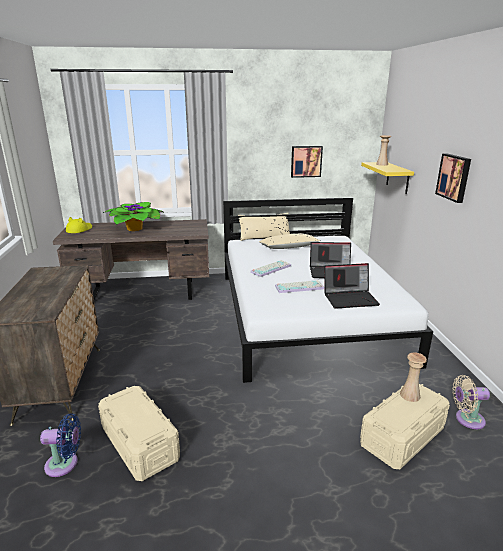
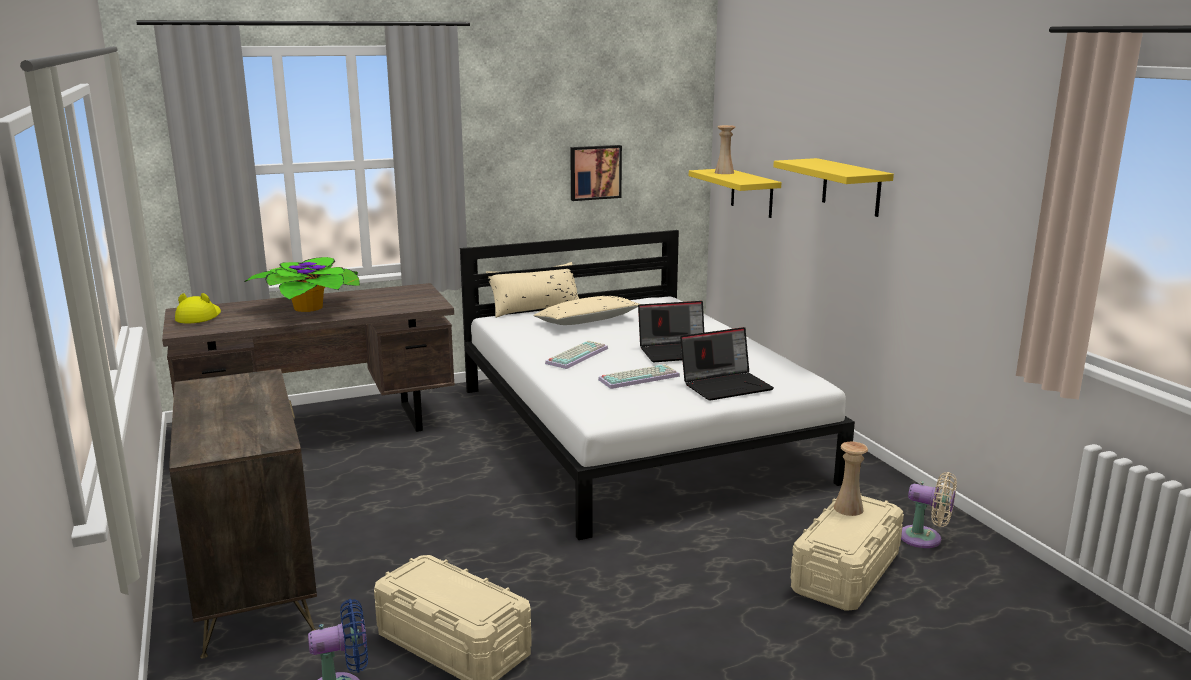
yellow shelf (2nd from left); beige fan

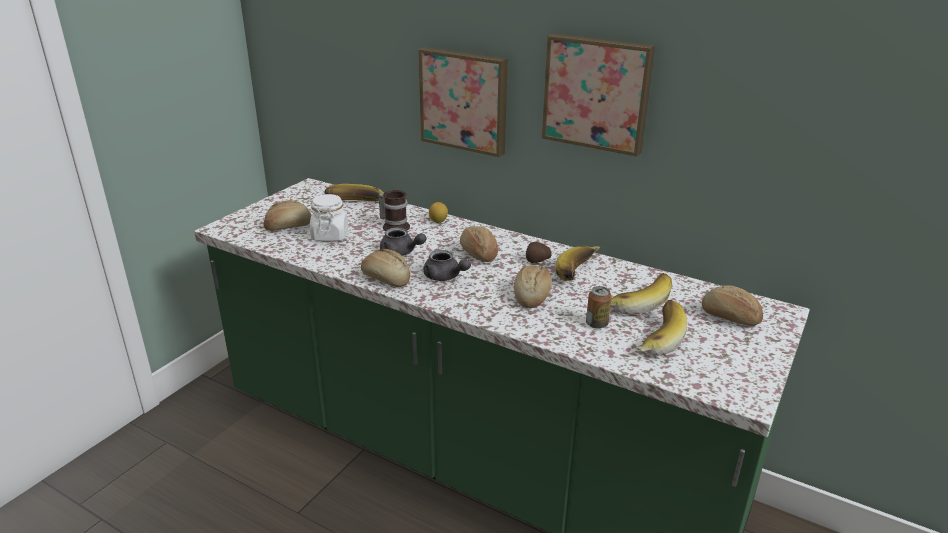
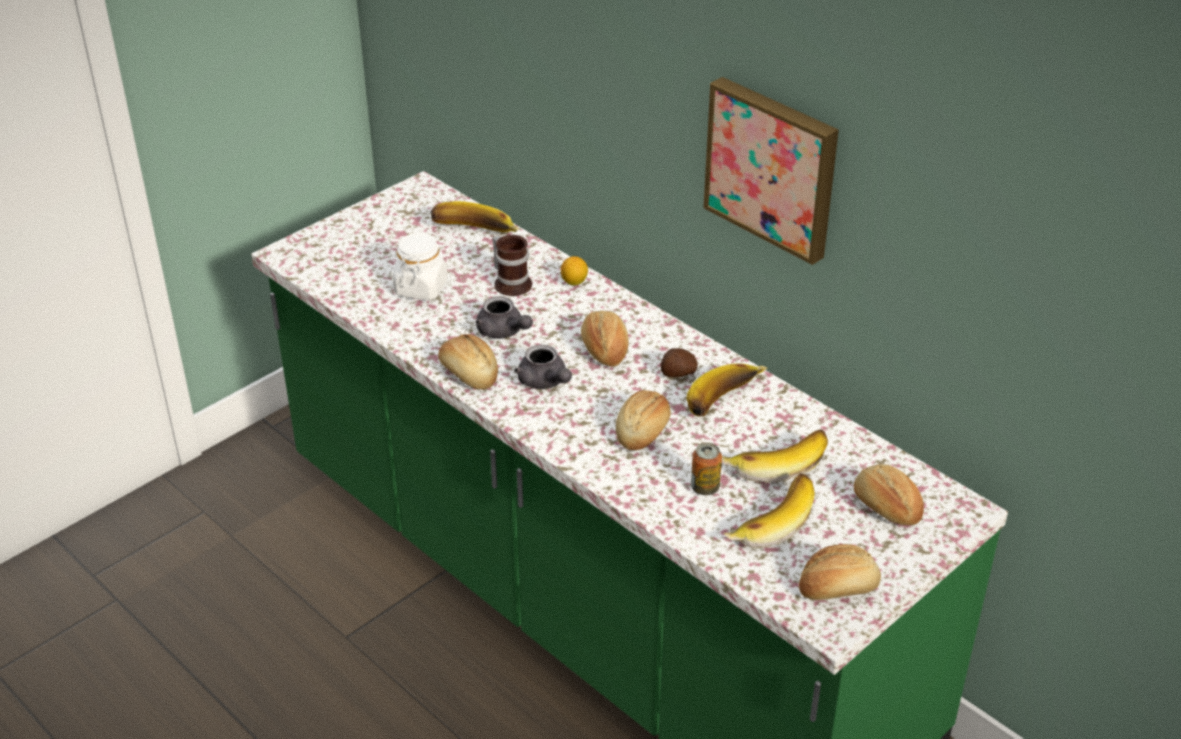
picture (1st from left in the first image); bread (4th from left)

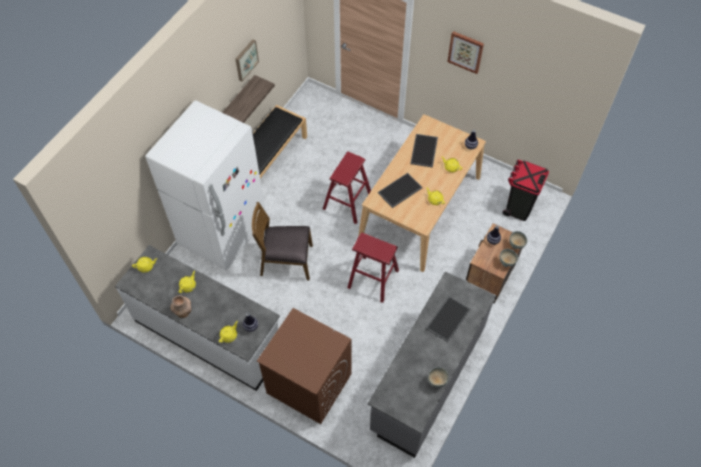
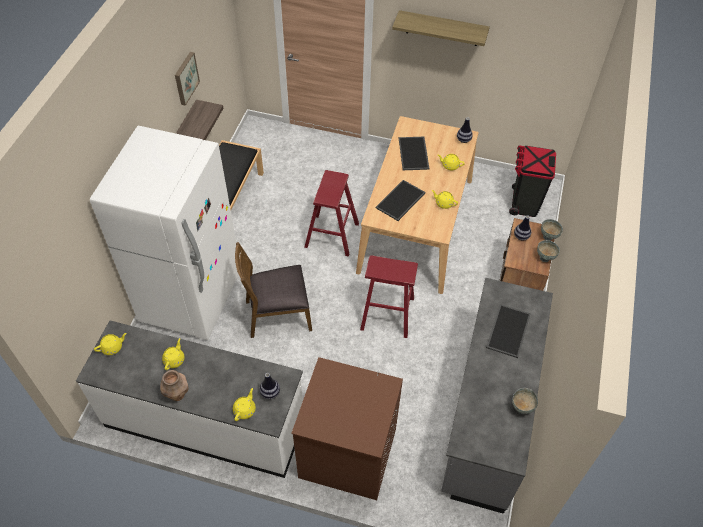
shelf (2nd from left)

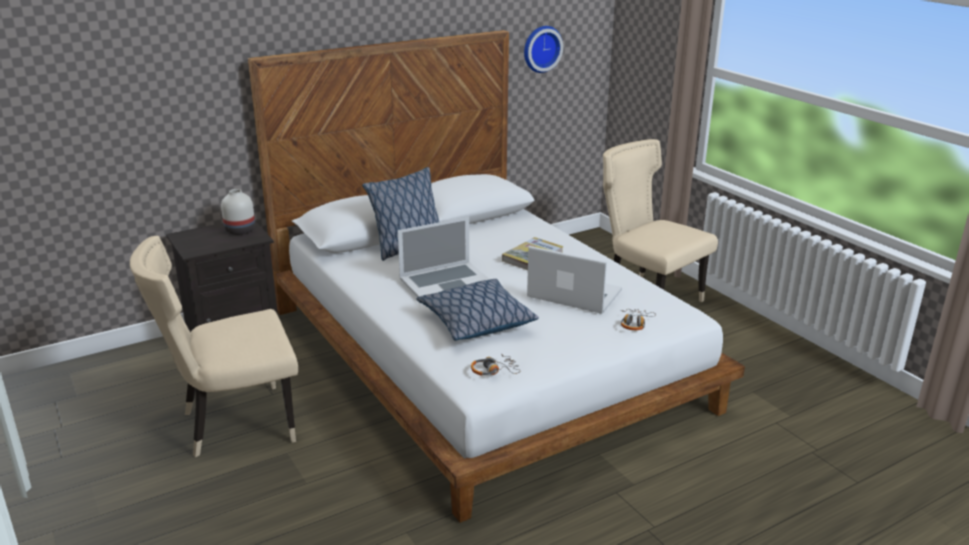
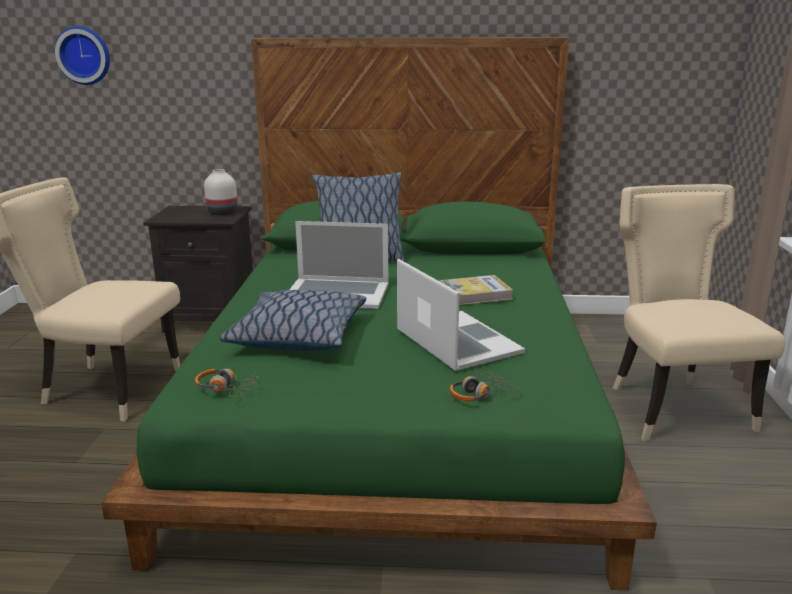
wall clock; green bed

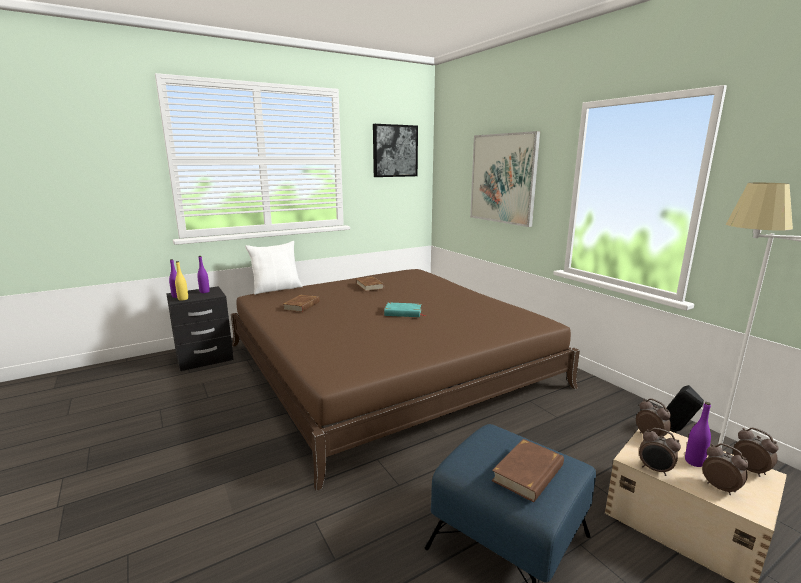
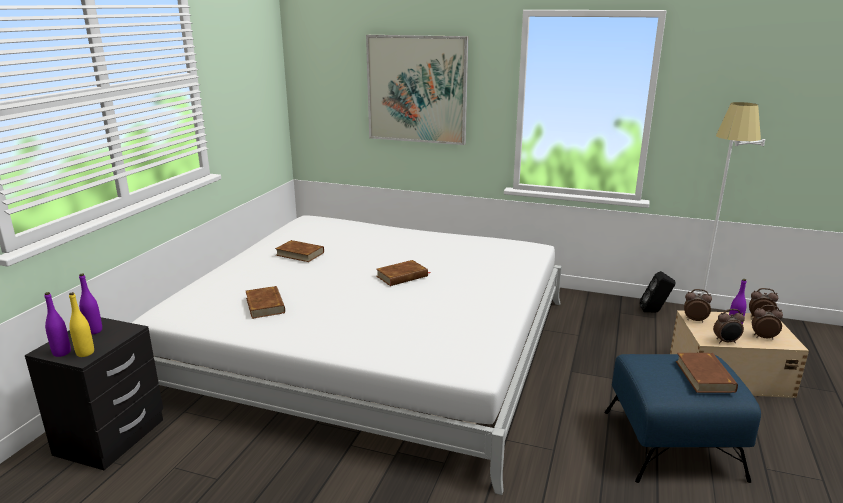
white pillow; picture (1st from left in the first image); white bed; brown book (3rd from left)

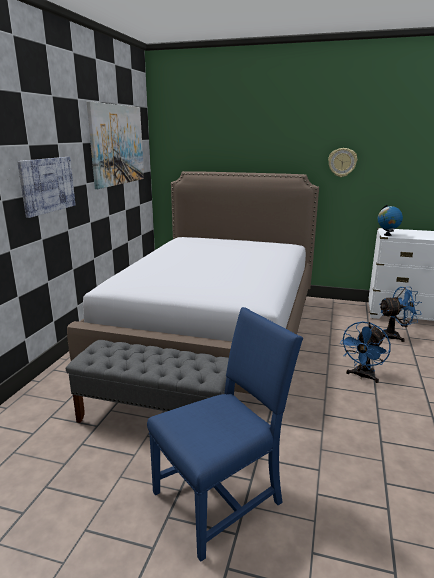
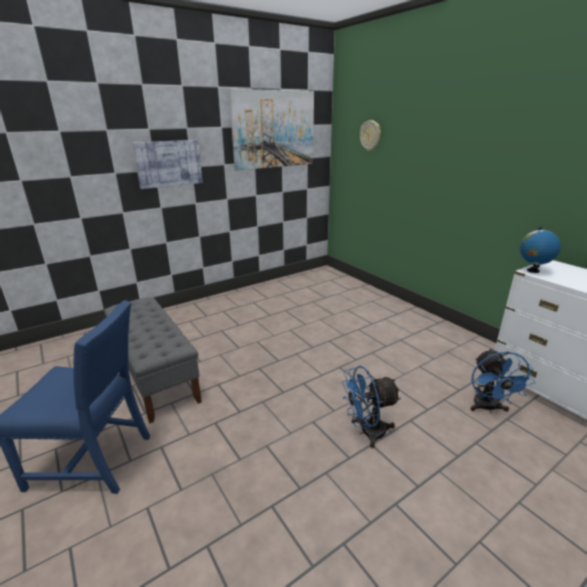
bed; wall clock; blue fan (2nd from left)

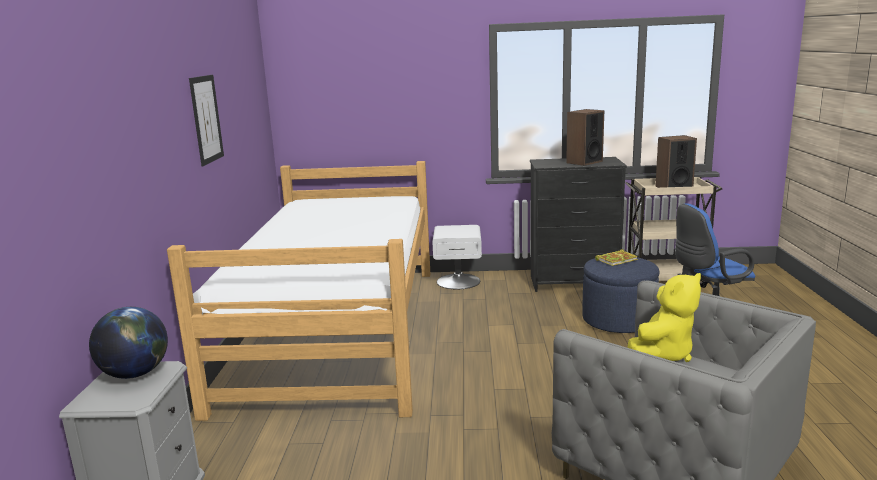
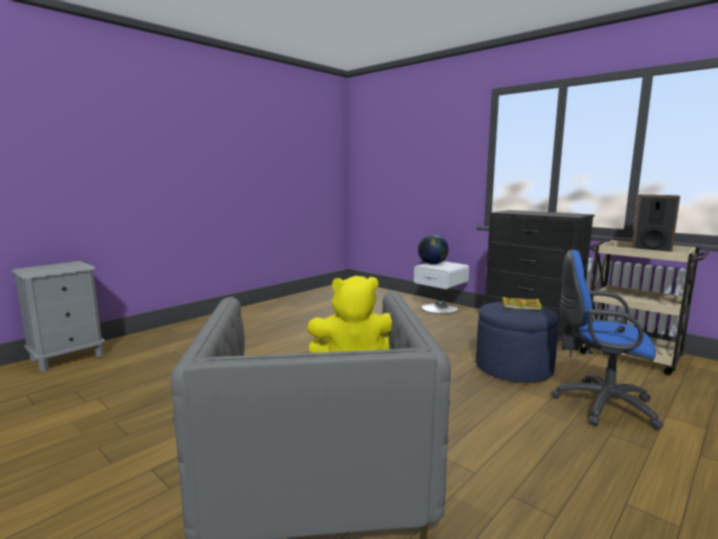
bed; picture; speaker (1st from left in the first image); globe

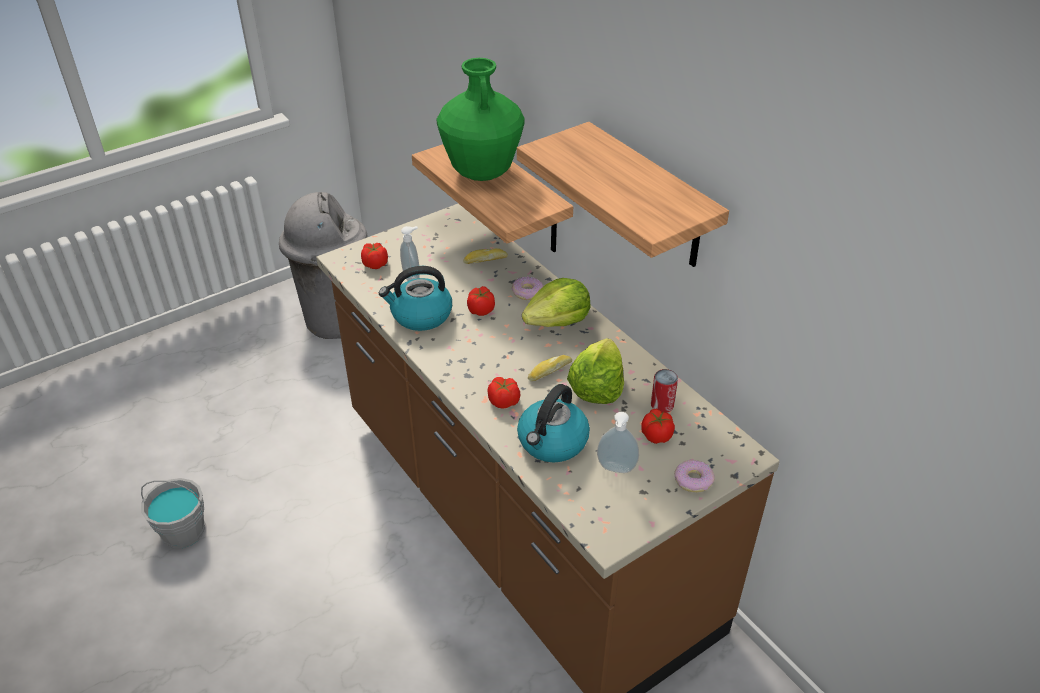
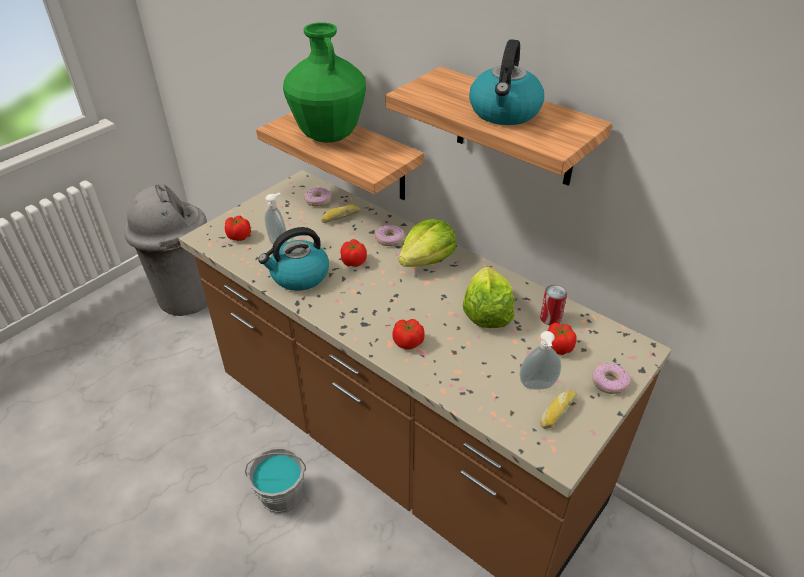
donut (1st from left); grey bucket; kettle (2nd from left); bread (2nd from left)

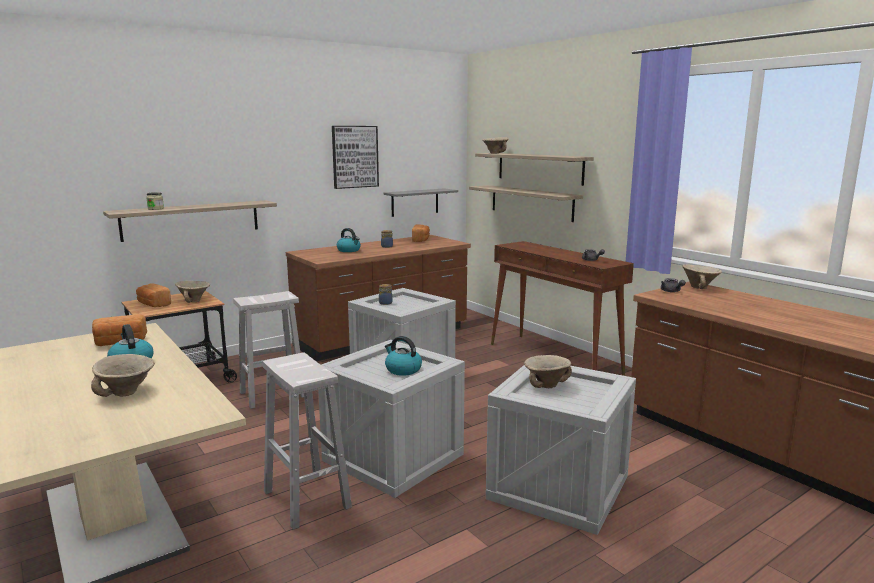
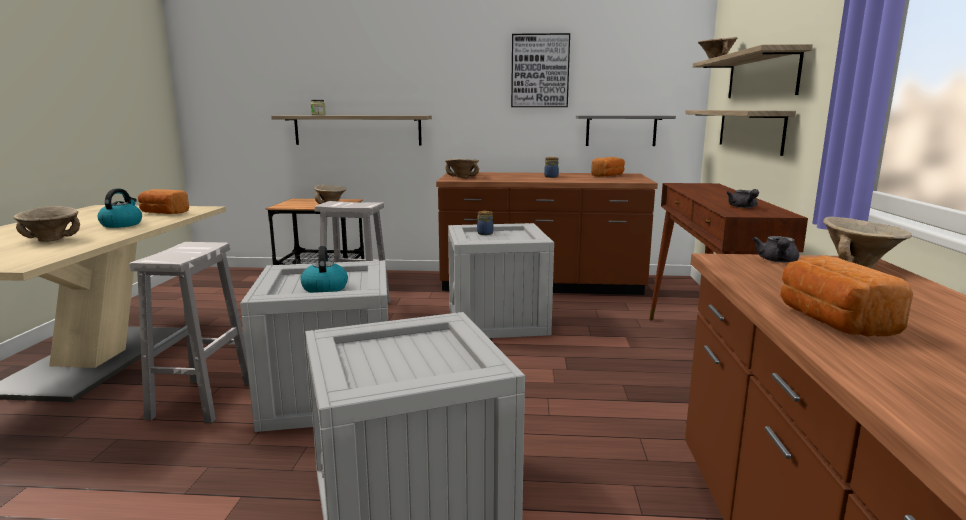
kettle (2nd from left in the first image); bread (3rd from left); beige bowl (3rd from left)

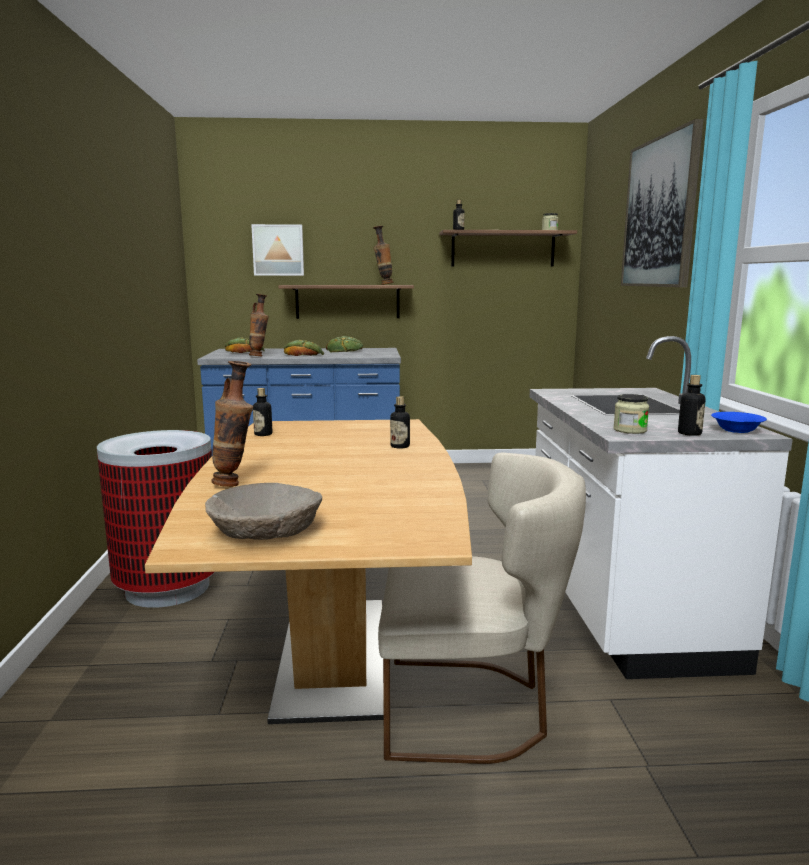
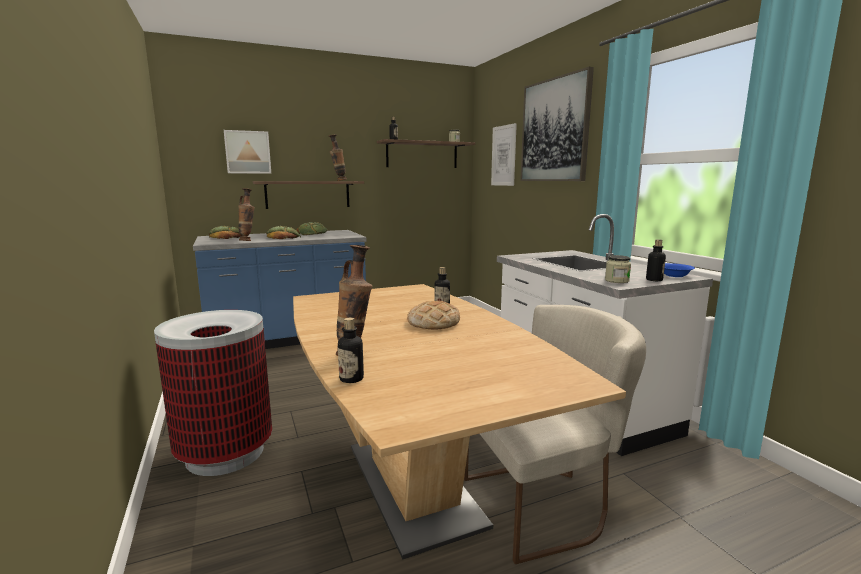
beige bowl; bread (4th from left); picture (2nd from left); bottle (1st from left)

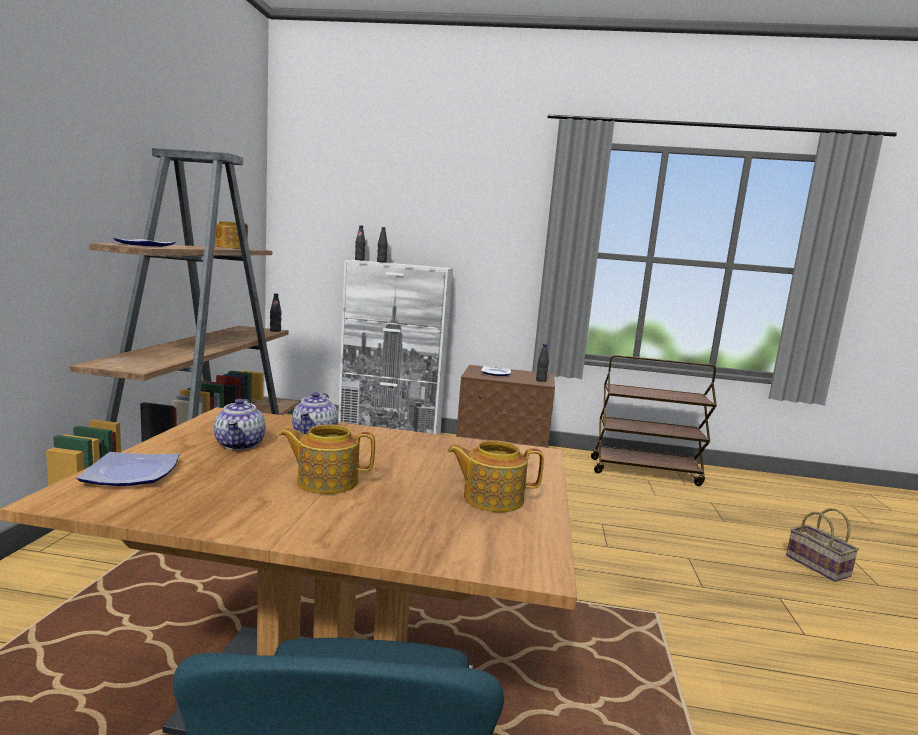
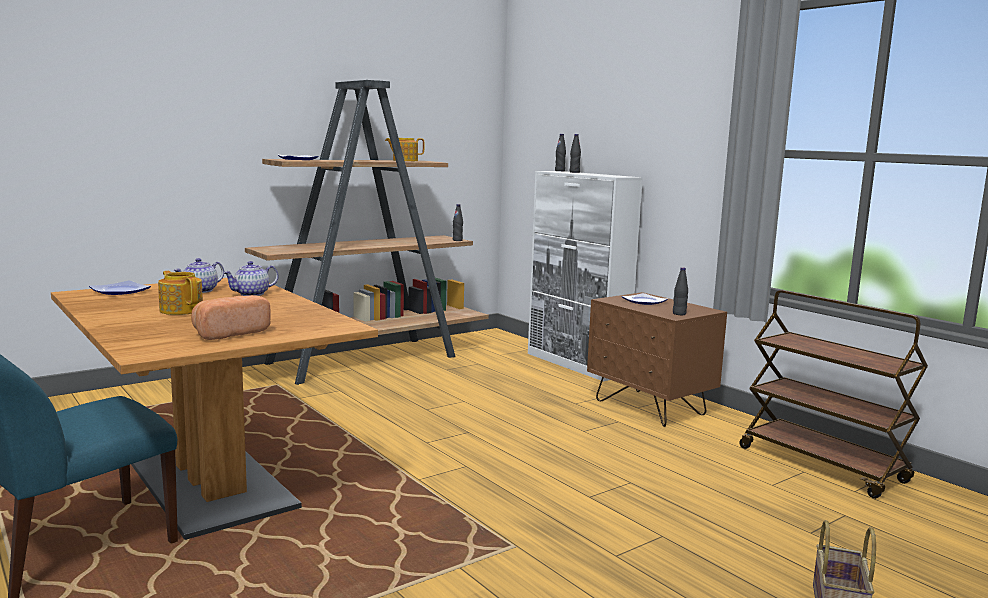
bread

